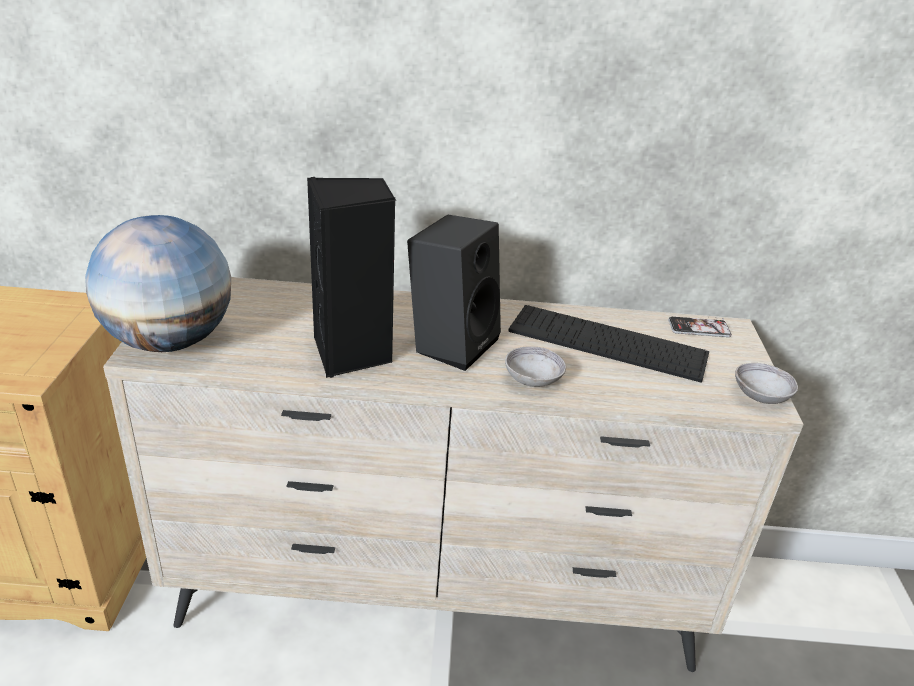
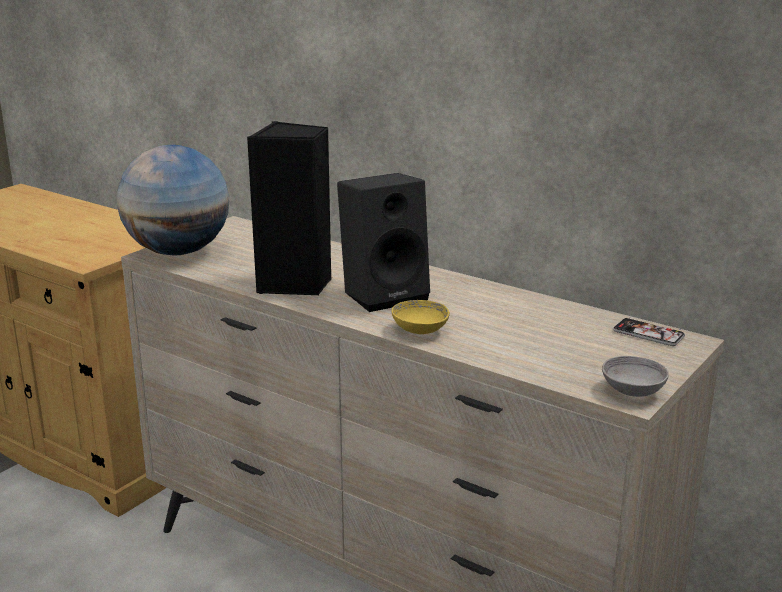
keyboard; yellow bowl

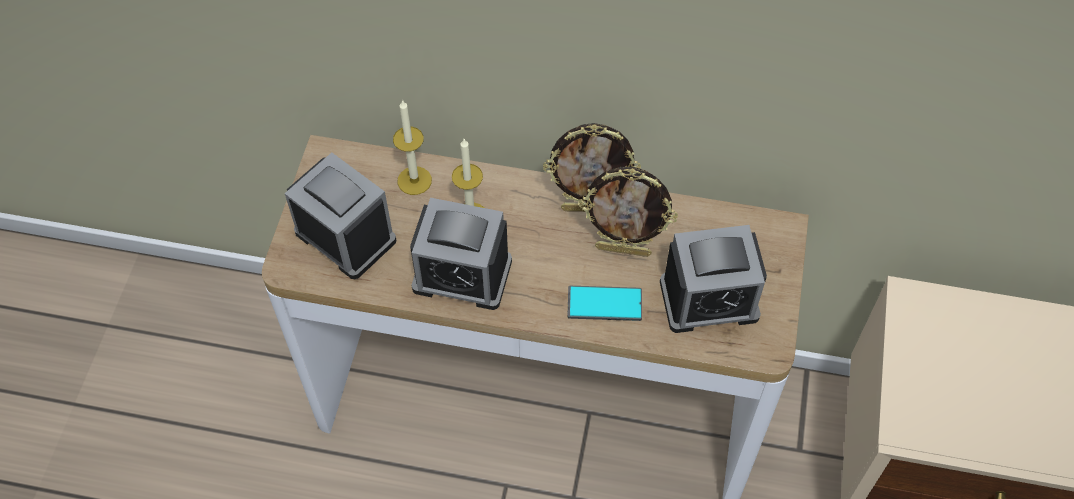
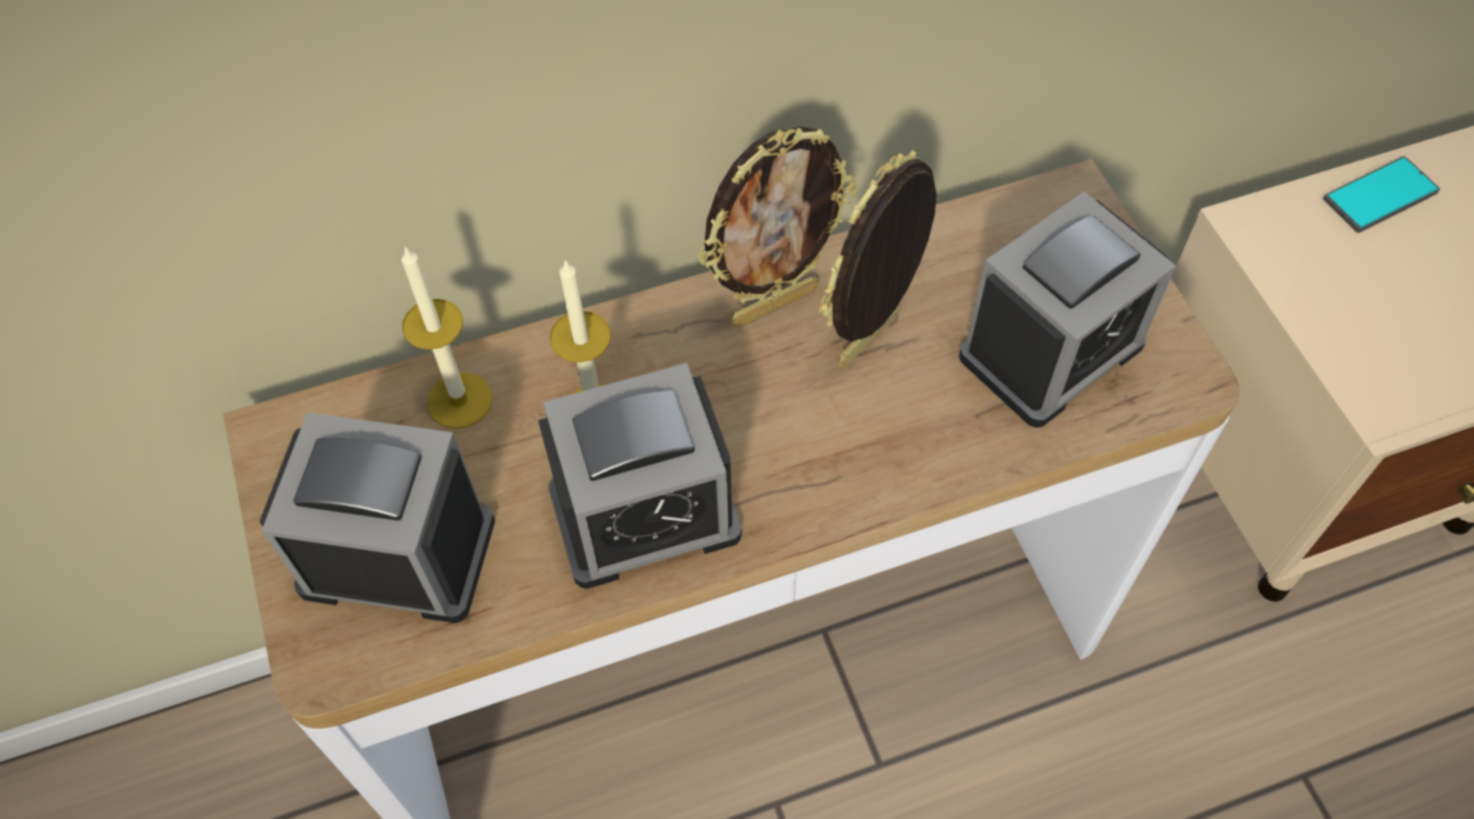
phone; picture frame (2nd from left)

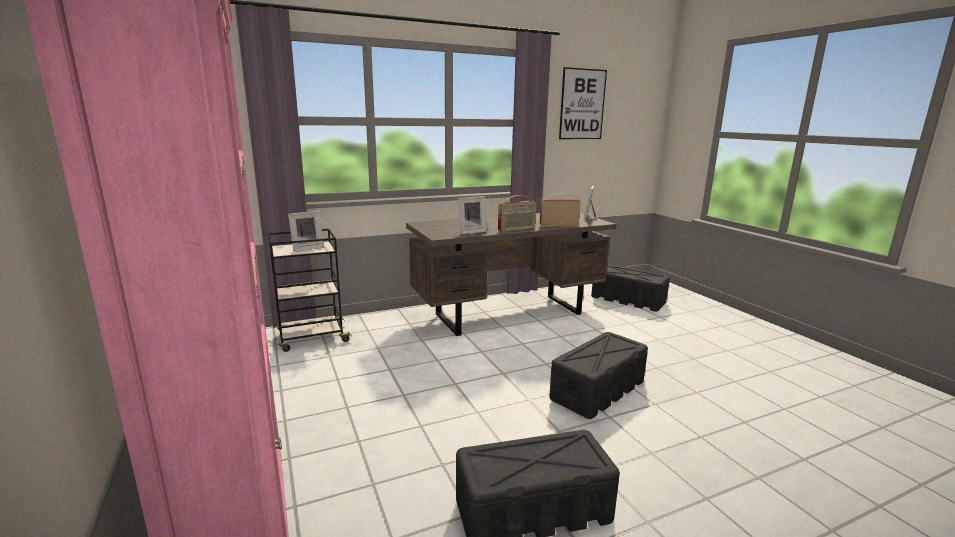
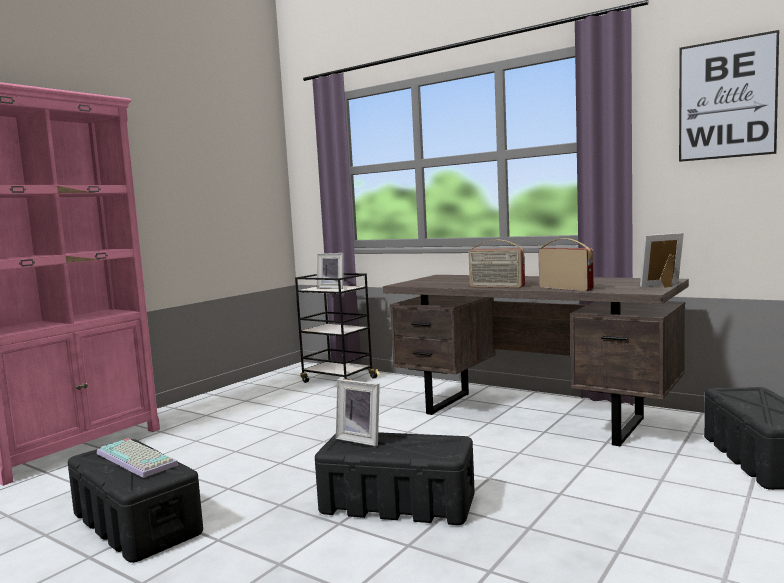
keyboard; picture frame (2nd from left)

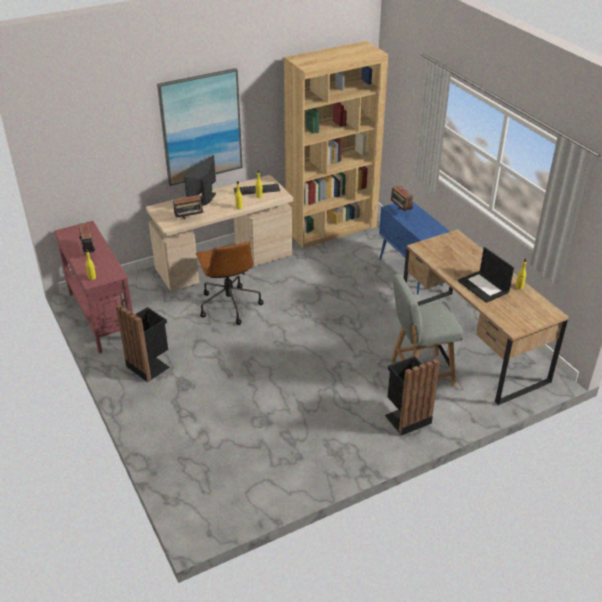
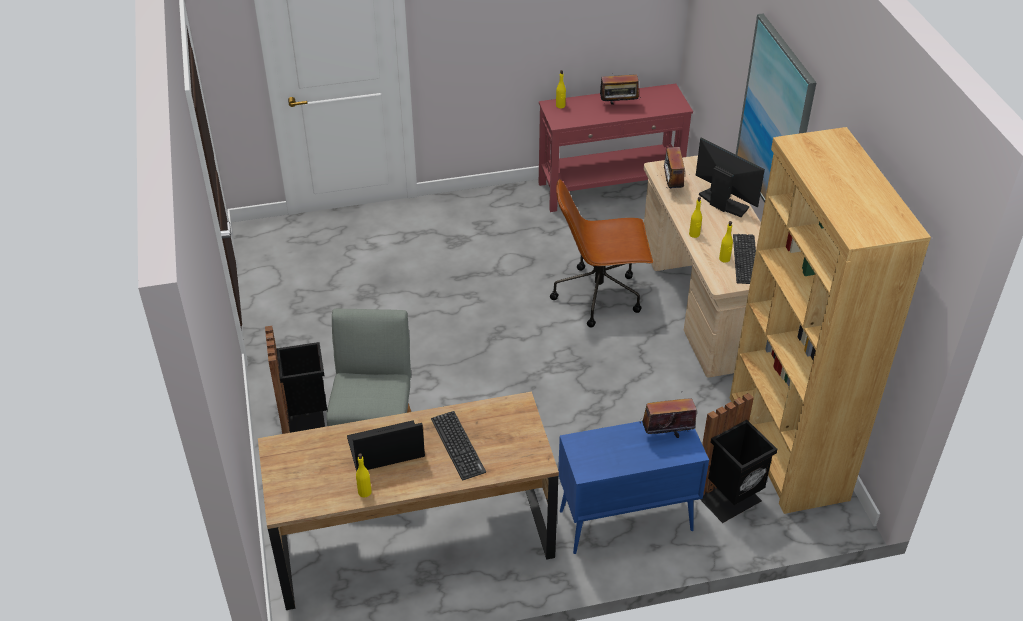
keyboard (1st from left); black trash can (2nd from left)

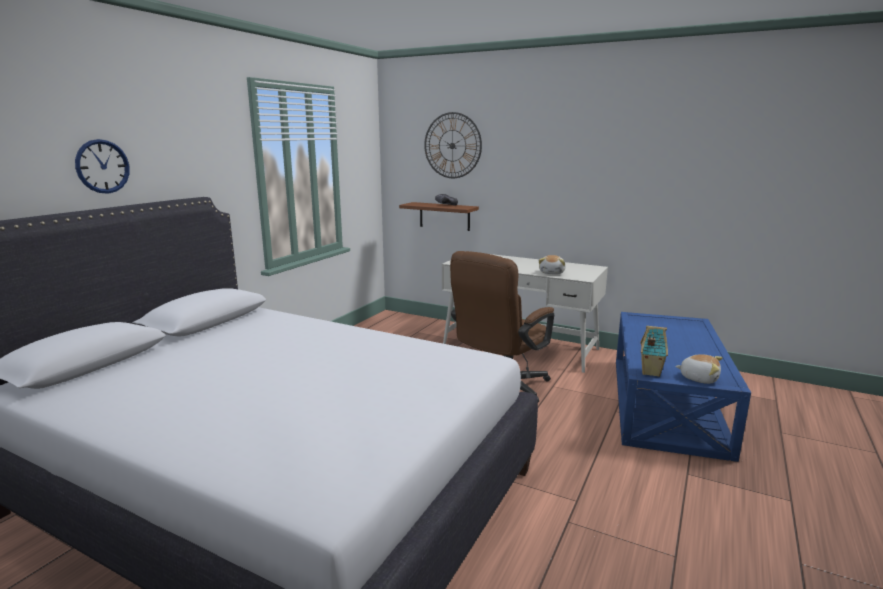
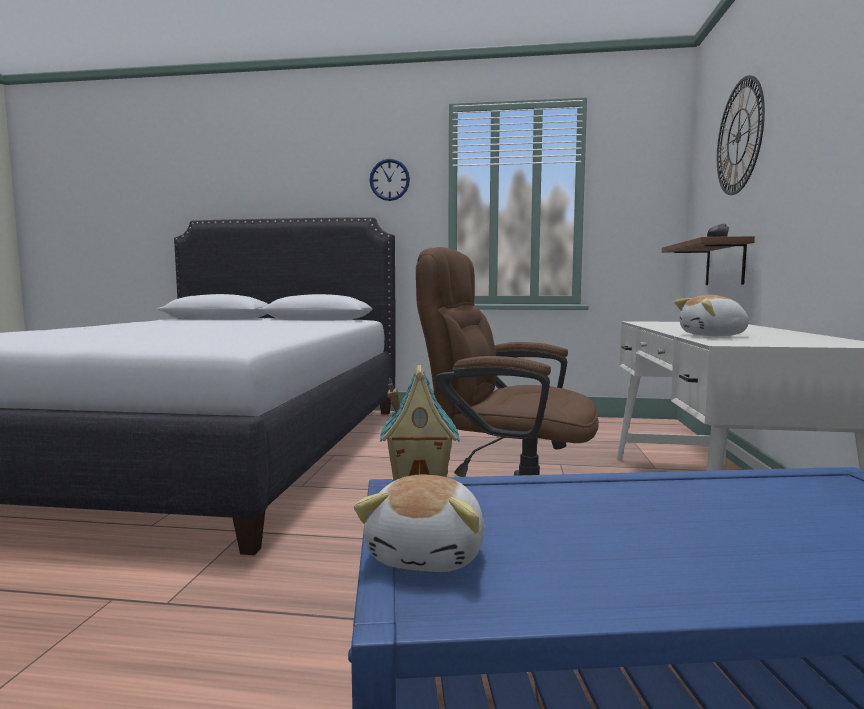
wall clock (1st from left)

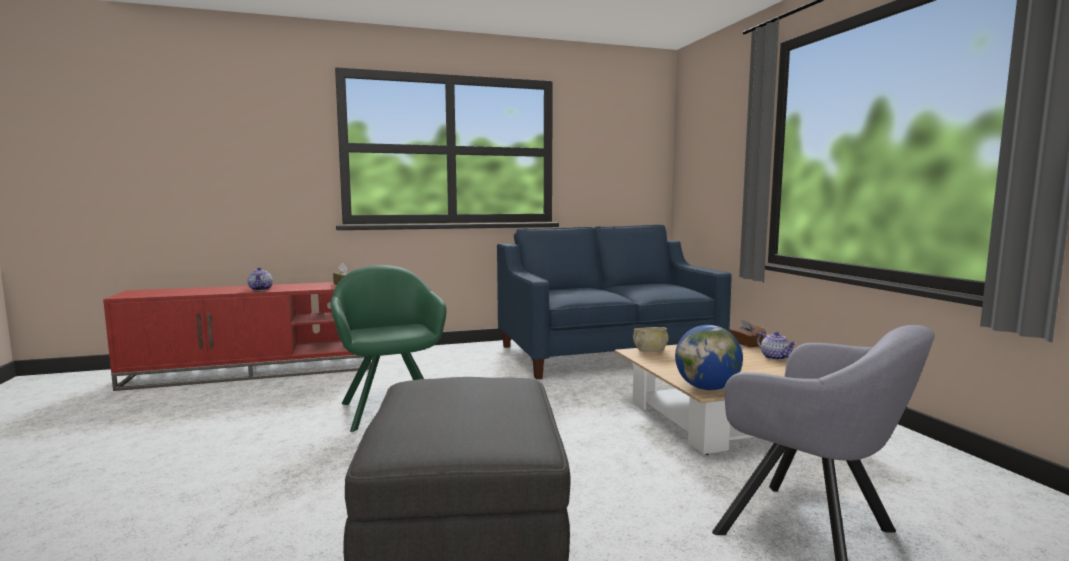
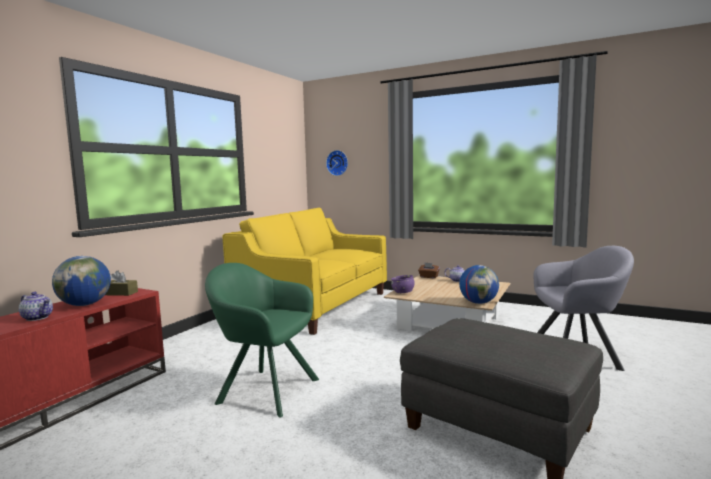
globe (1st from left); wall clock; yellow sofa; purple bowl

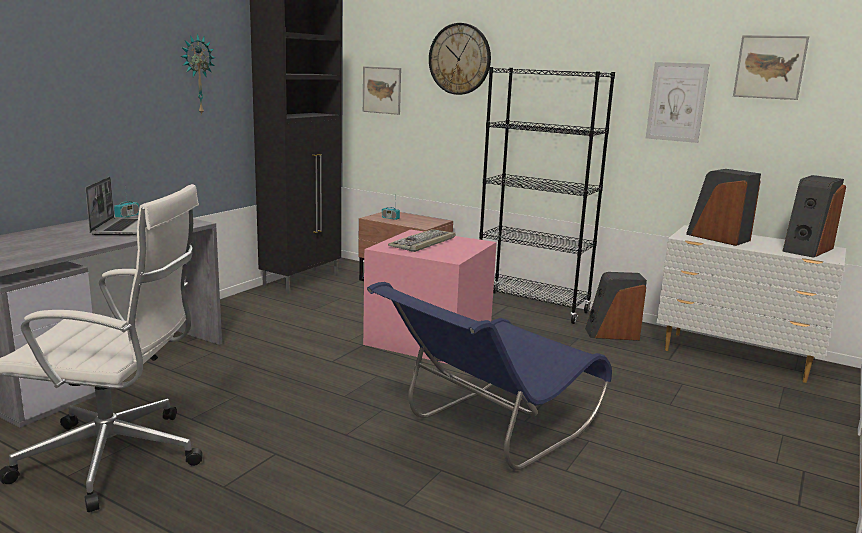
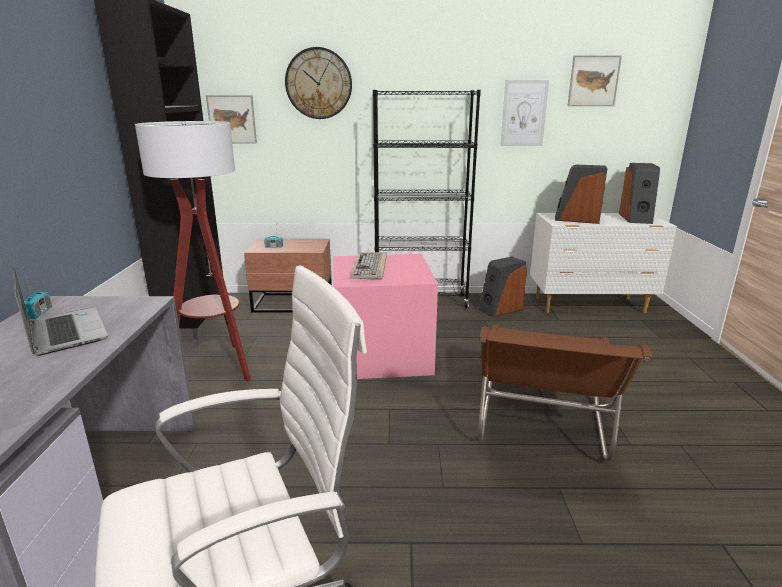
wall clock (1st from left in the first image); floor lamp; brown chair

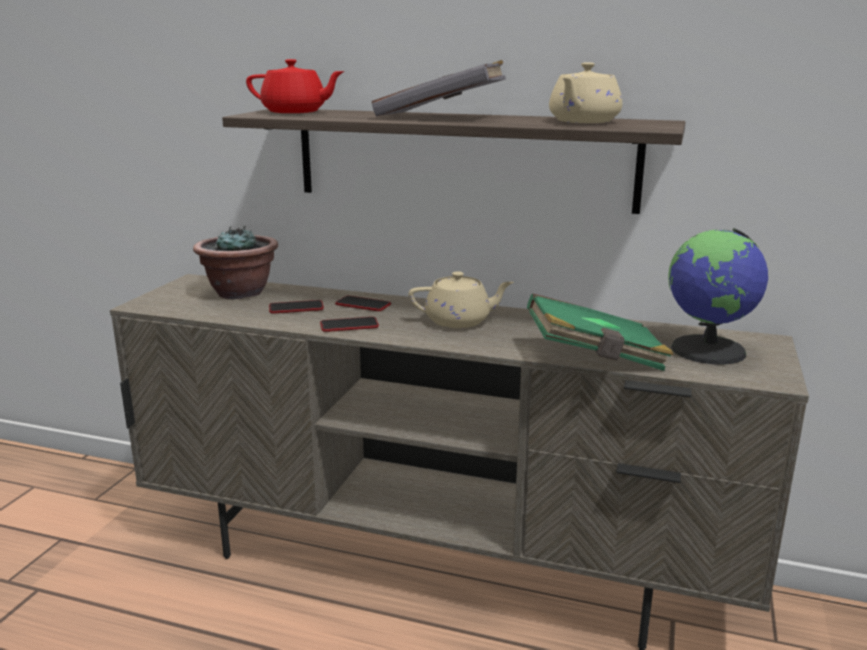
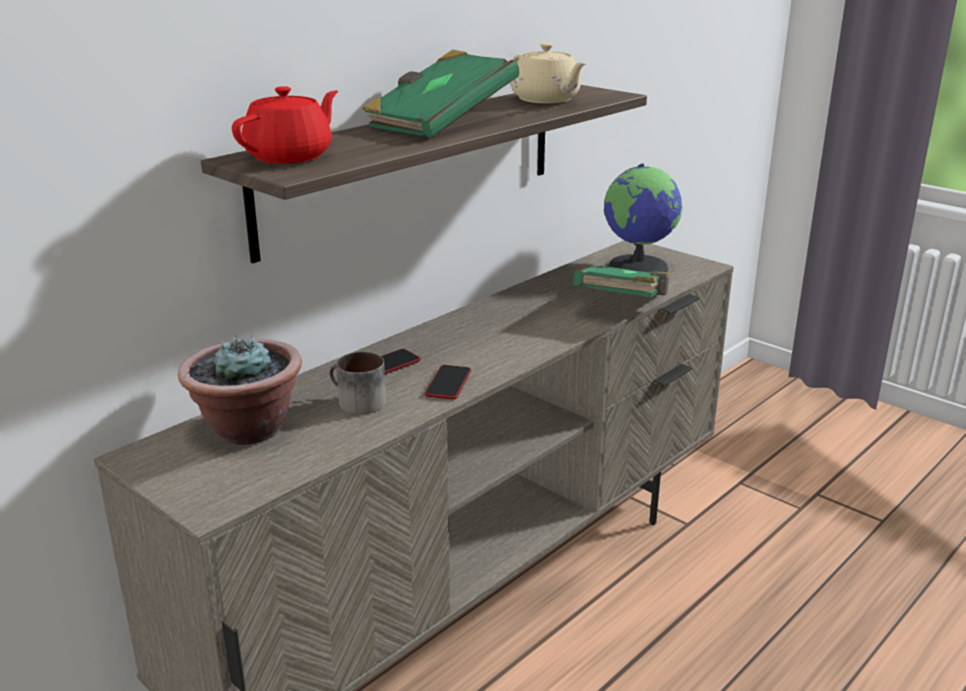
beige teapot (1st from left in the first image); mug; green book (1st from left)

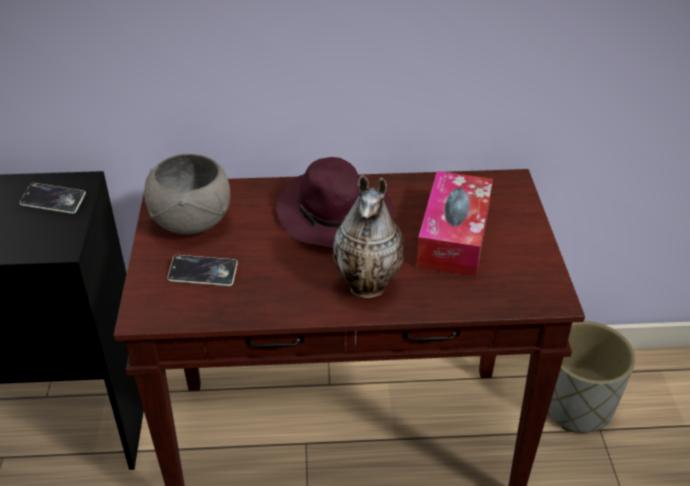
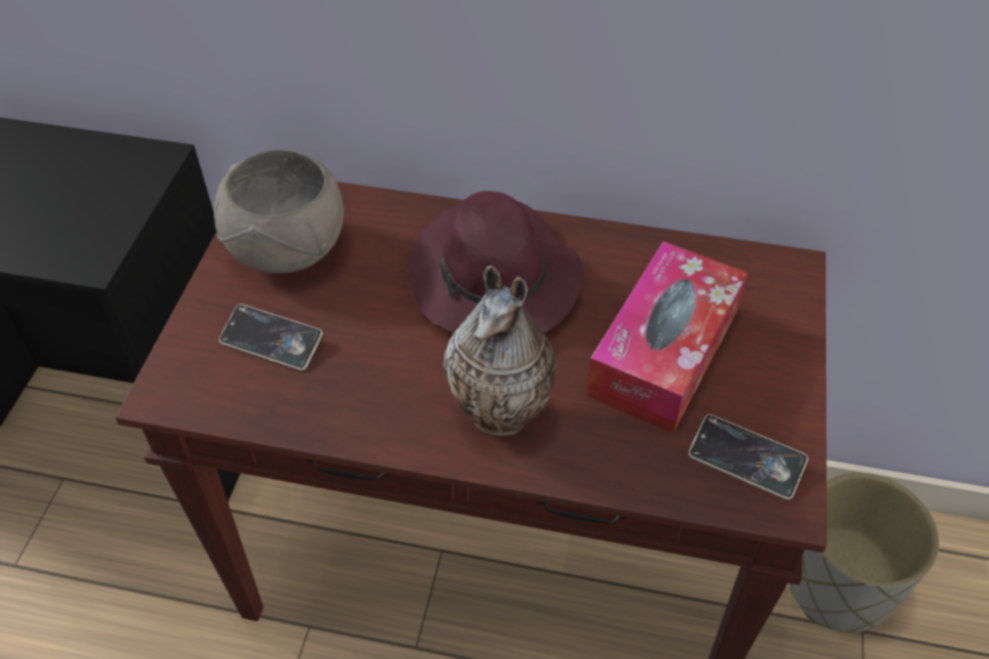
phone (2nd from left)

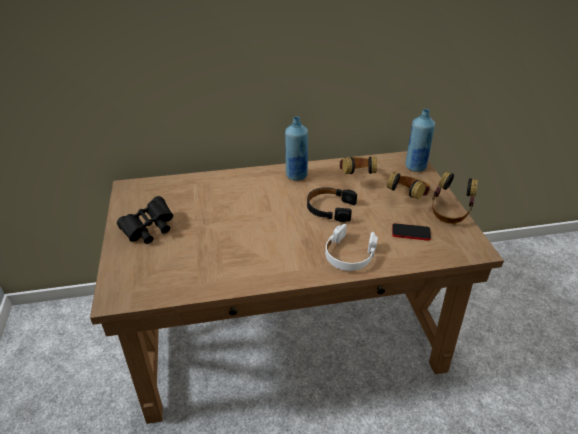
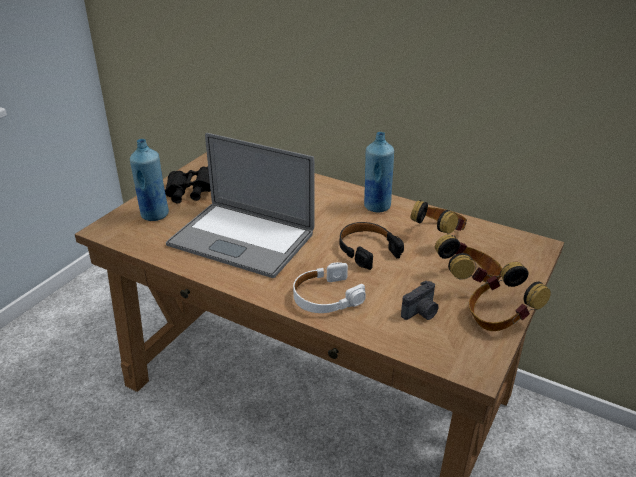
laptop; blue bottle (1st from left); photo camera

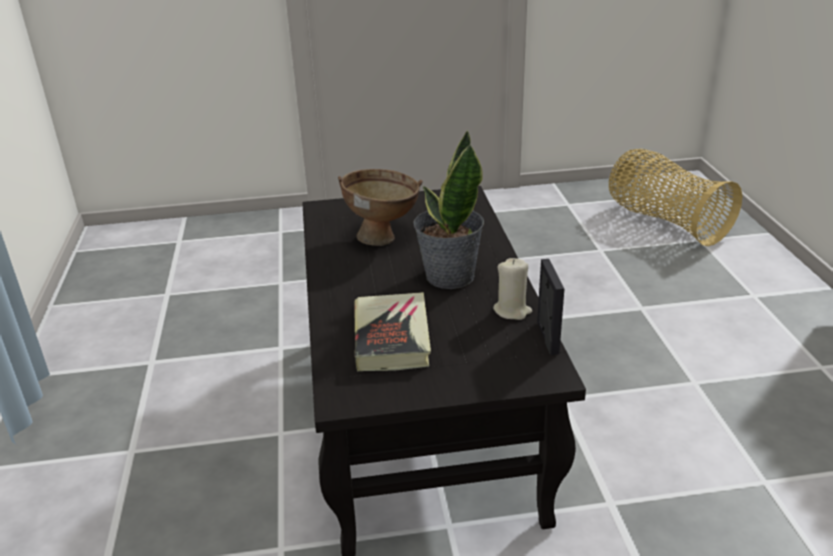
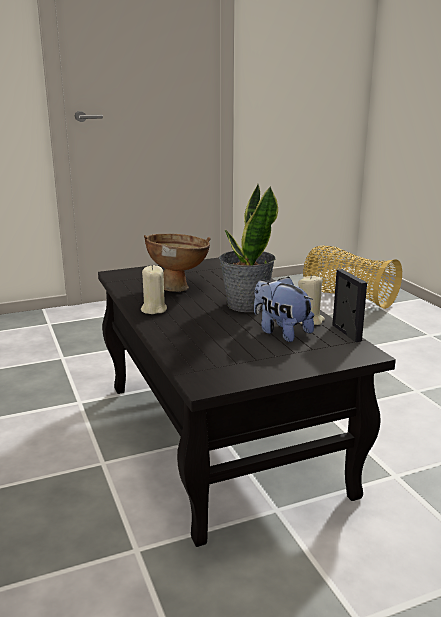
book; beige candle (1st from left); plush toy

